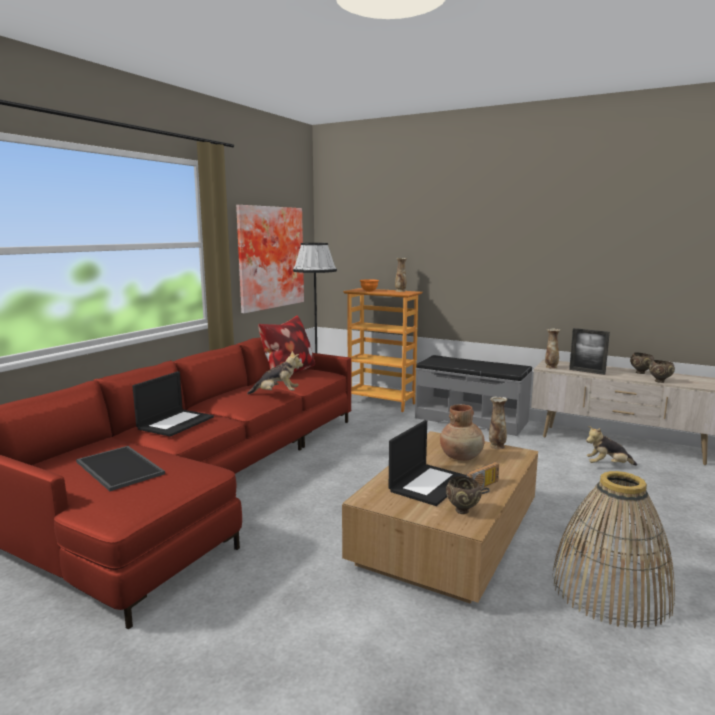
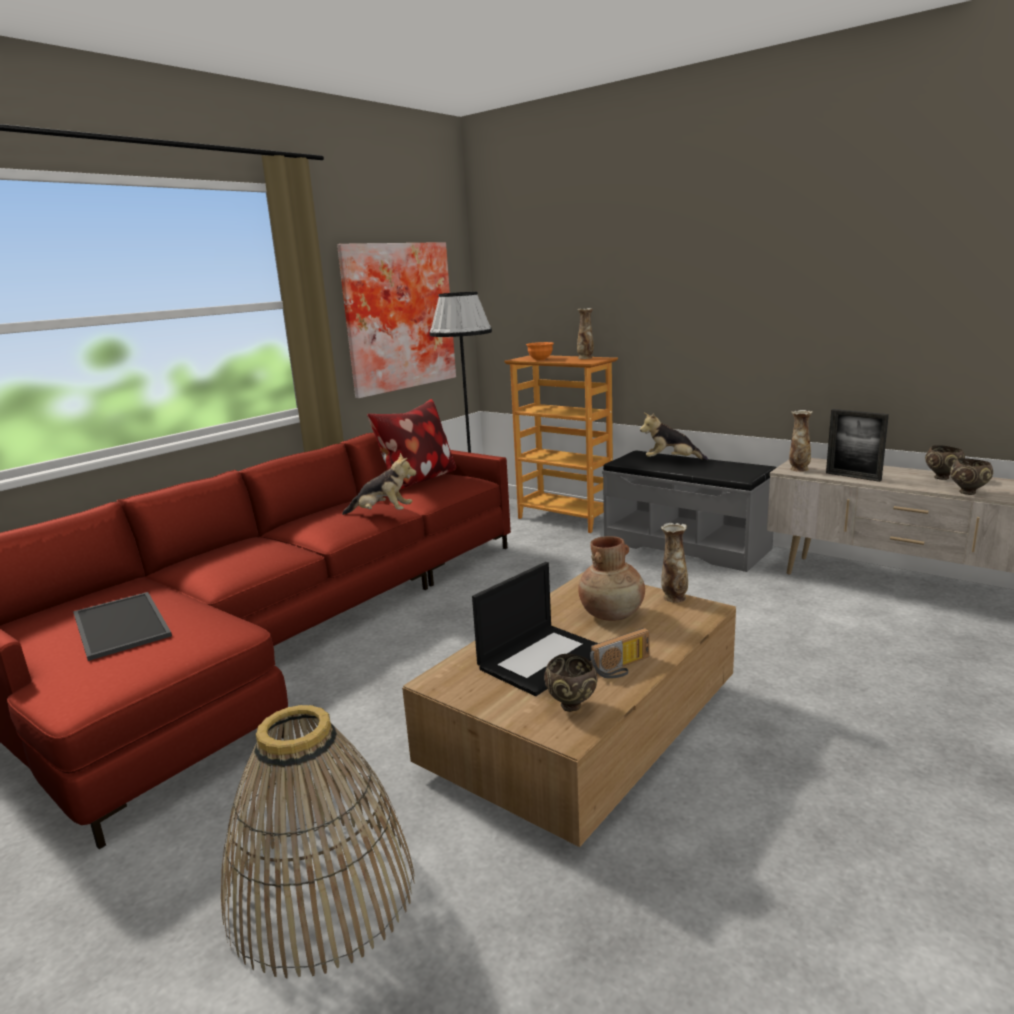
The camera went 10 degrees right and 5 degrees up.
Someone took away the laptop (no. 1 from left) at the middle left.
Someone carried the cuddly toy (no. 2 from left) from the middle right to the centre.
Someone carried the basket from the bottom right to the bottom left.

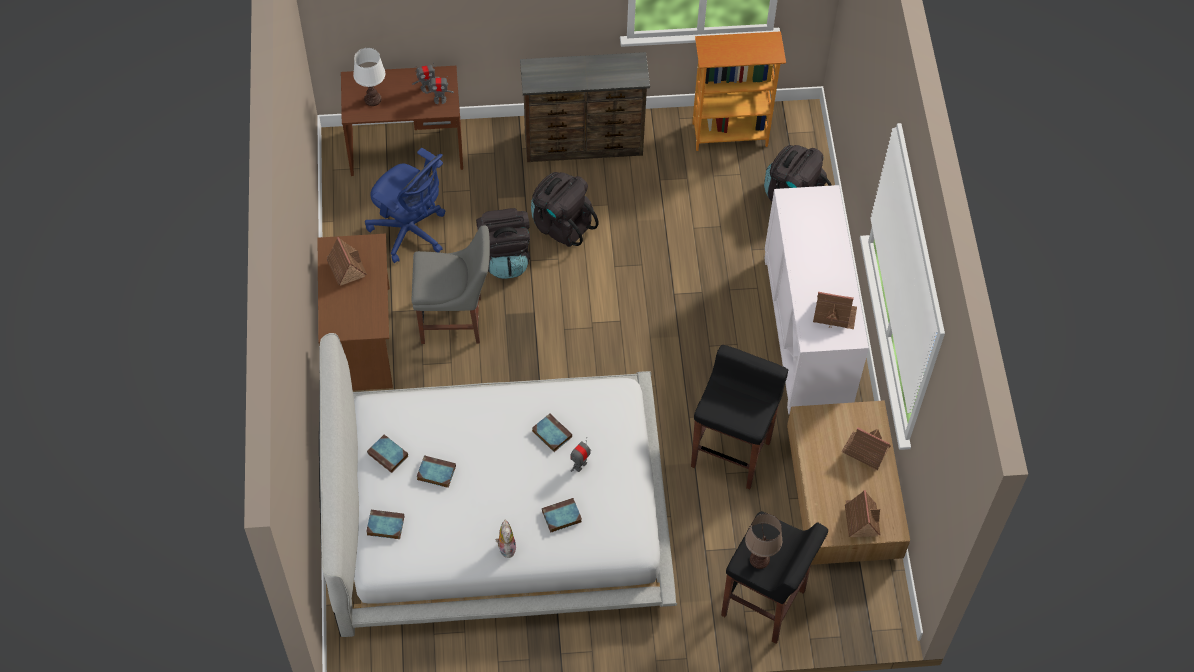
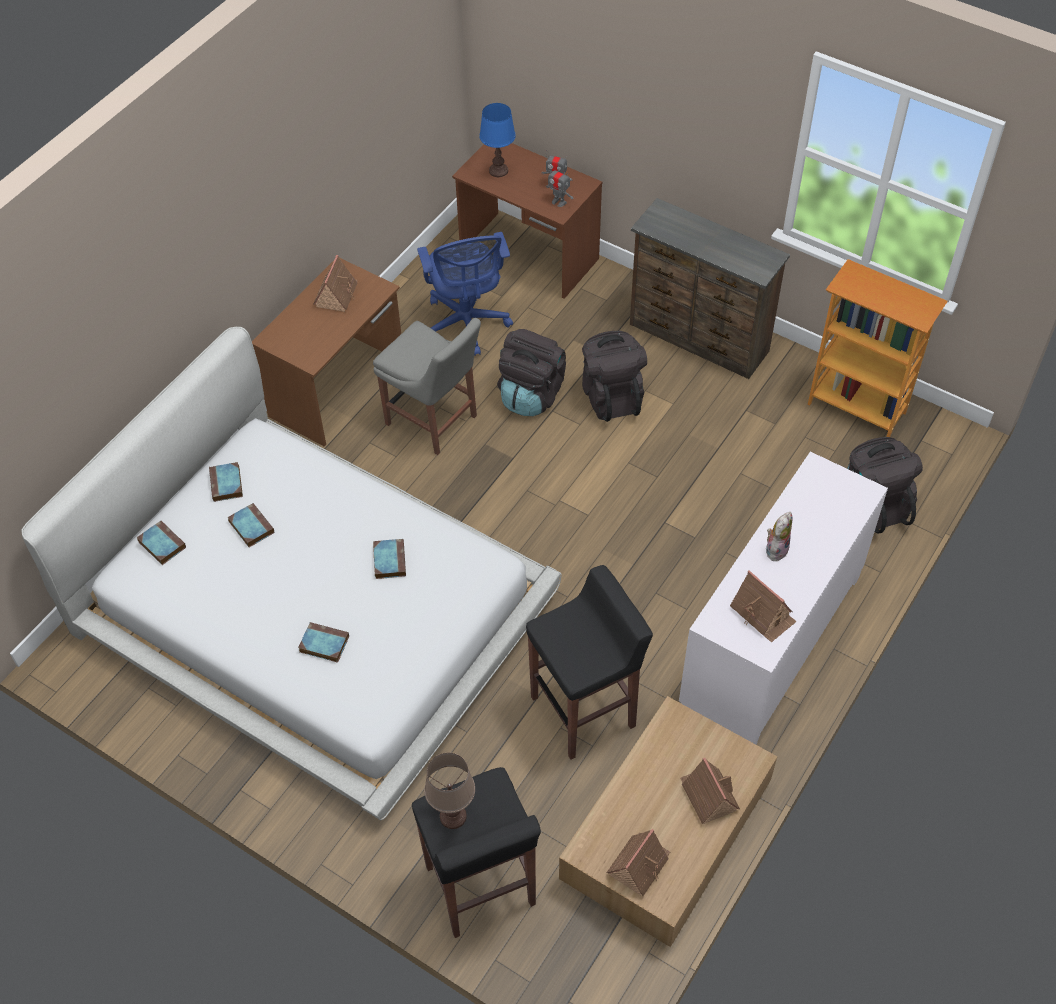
The camera went 40 degrees right and 5 degrees down.
Someone repainted the whitish table lamp at the top left, which became the blue-coloured table lamp at the top centre.
Someone took away the model robot (no. 3 from left) at the bottom centre.
Someone carried the cuddly toy from the bottom centre to the middle right.

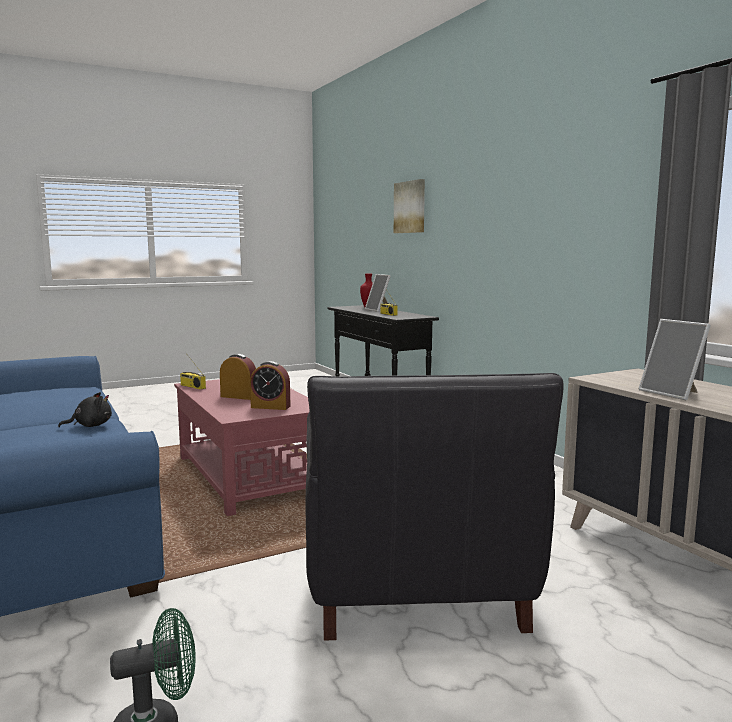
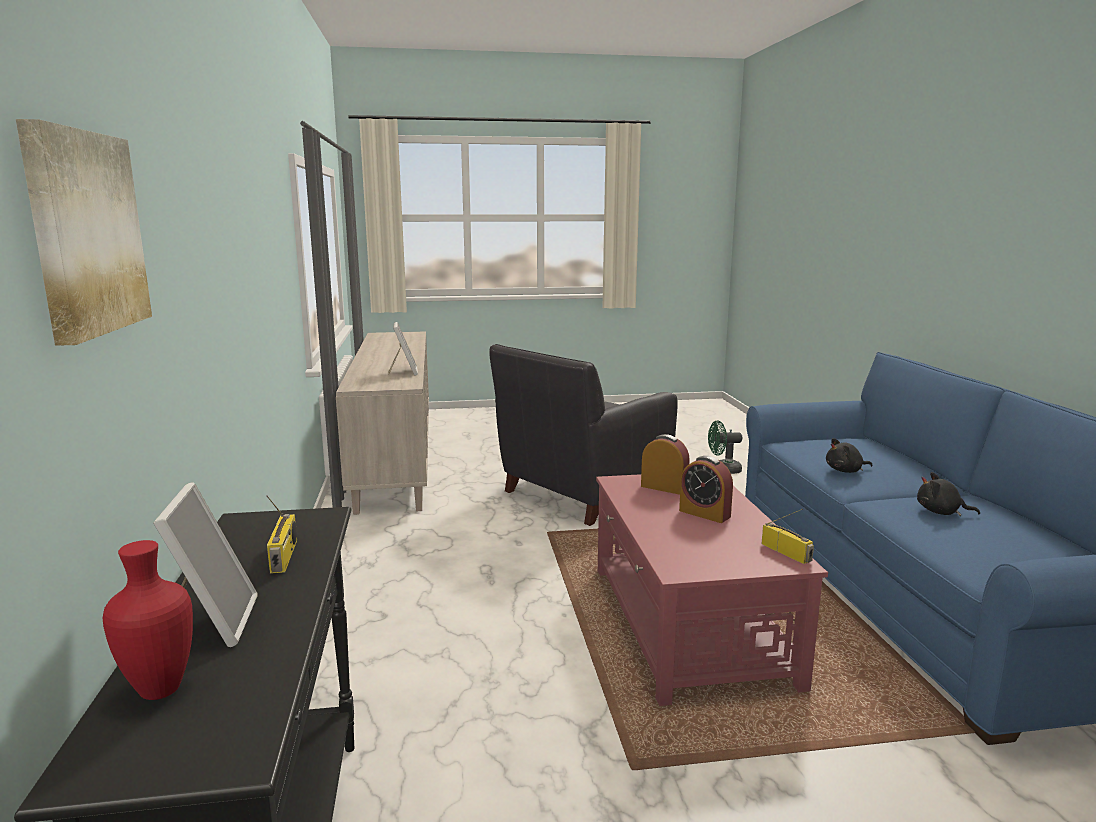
The camera went 160 degrees left and 5 degrees up.
Someone rotated the blackish lounge chair at the bottom centre by 150 degrees counterclockwise.
Someone put down the blackish cuddly toy (no. 2 from left) at the middle right.

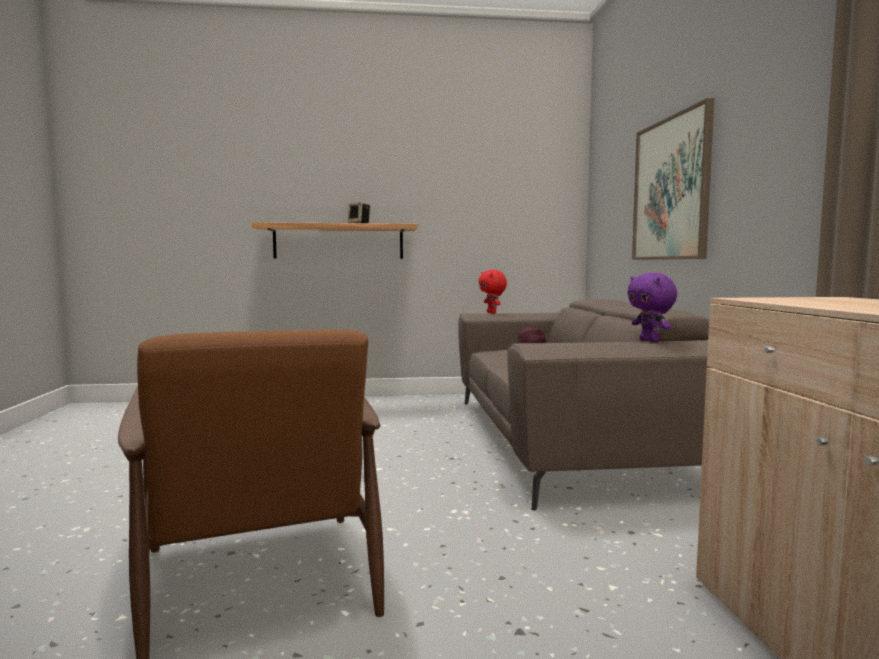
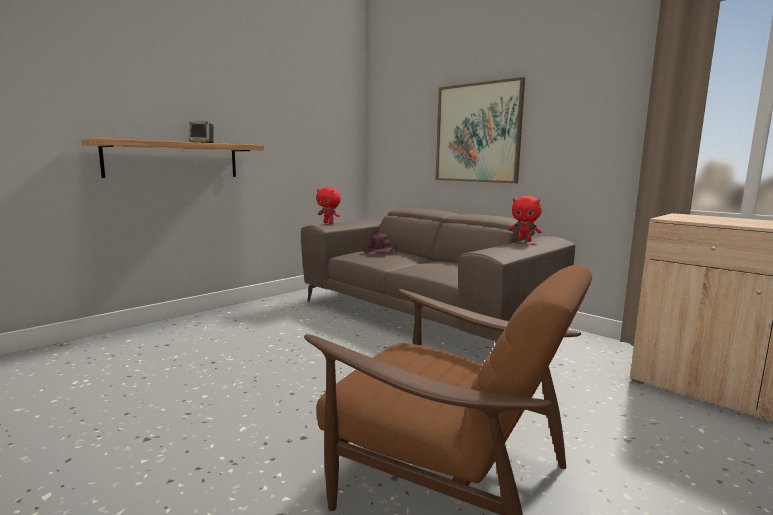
The camera went 40 degrees left and 5 degrees up.
Someone repainted the purple-coloured cuddly toy at the middle right, which became the red cuddly toy (no. 2 from left) at the middle right.

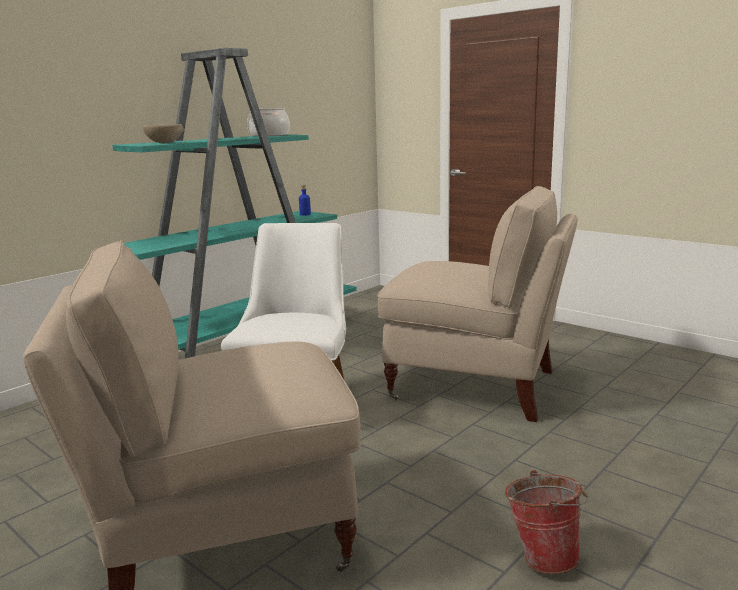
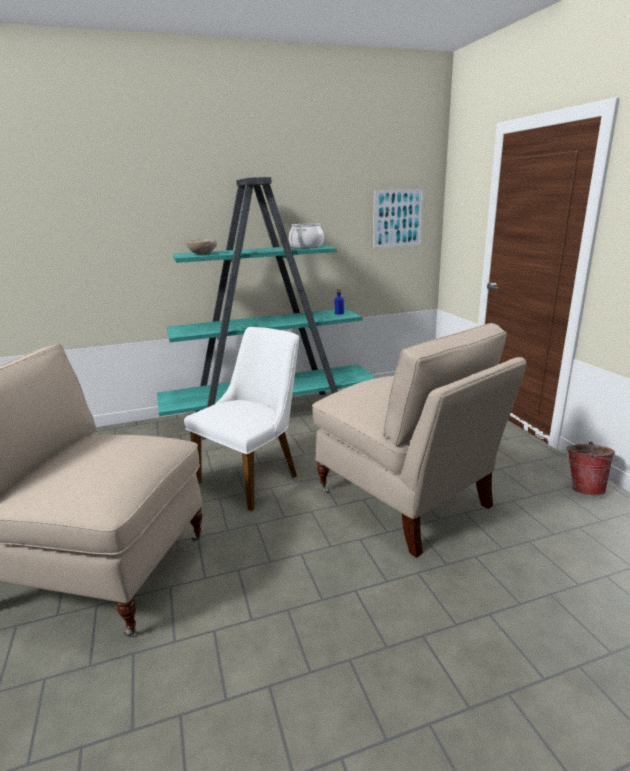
The camera went 30 degrees right and 5 degrees up.
Someone carried the water bucket from the bottom right to the middle right.
Someone put up the wall art at the top centre.

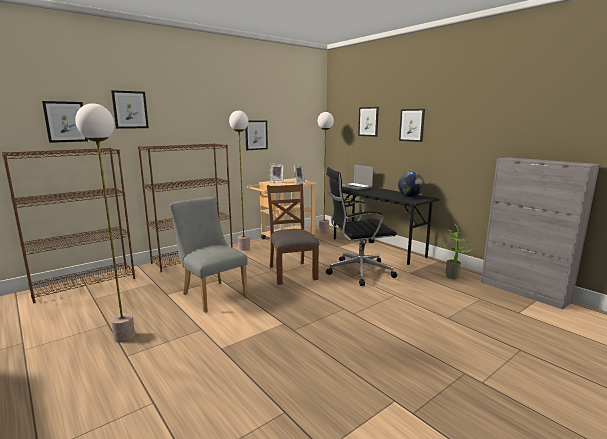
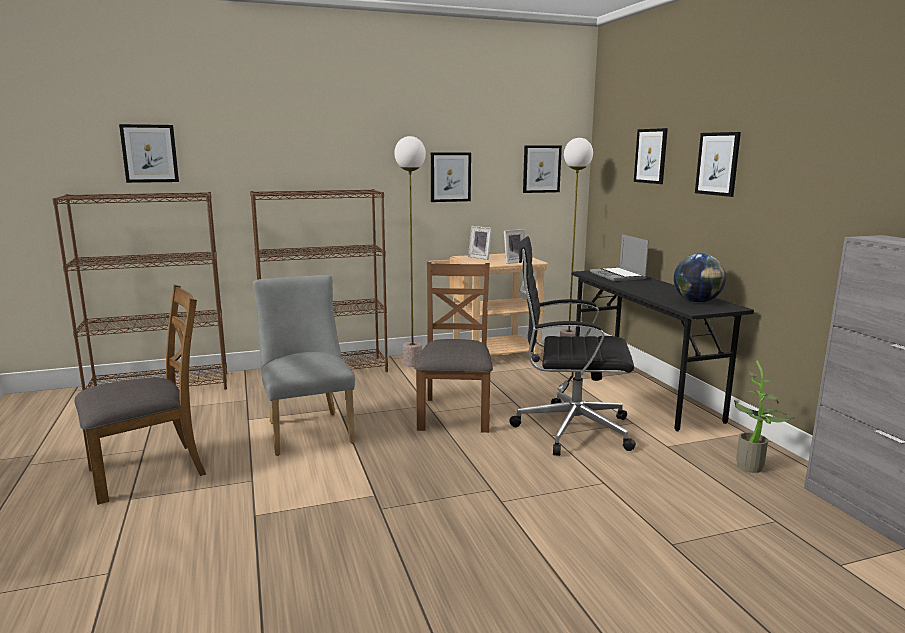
The camera went 20 degrees right and 0 degrees up.
Someone carried the wall art (no. 2 from left in the first image) from the top left to the top centre.
Someone swapped the floor lamp (no. 1 from left) at the middle left for the brownish plain chair (no. 1 from left) at the middle left.

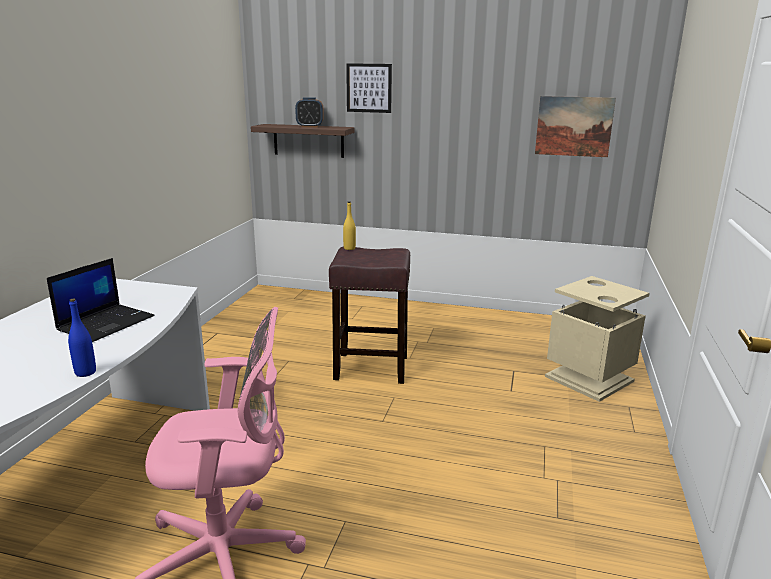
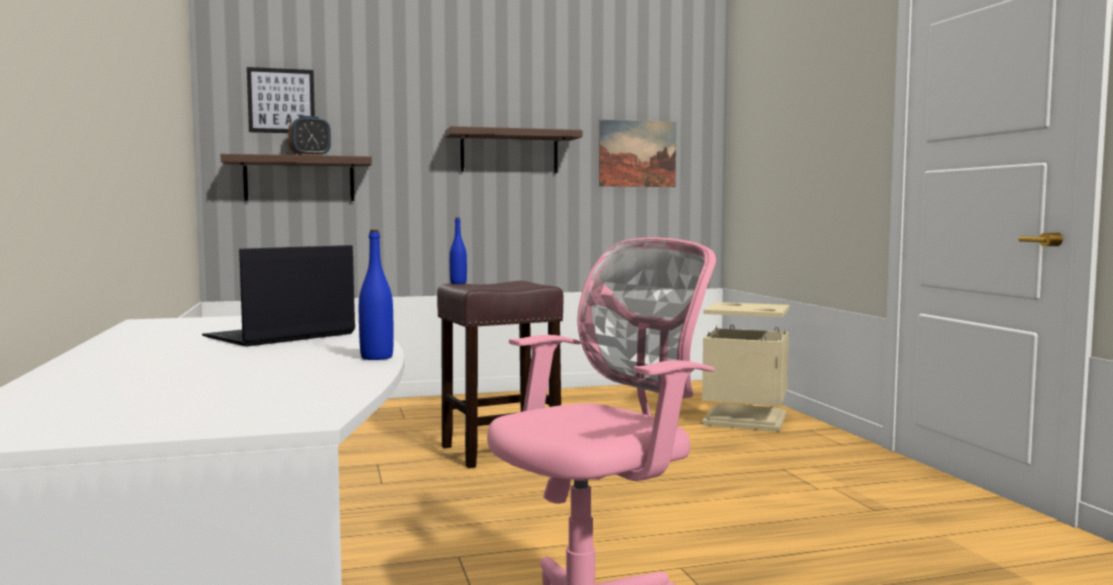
The camera went 30 degrees left and 15 degrees down.
Someone carried the wall art (no. 1 from left) from the top centre to the top left.
Someone repainted the yellow-coloured drink bottle at the centre, which became the blue-coloured drink bottle (no. 2 from left) at the centre.
Someone rotated the laptop at the middle left by 135 degrees counterclockwise.
Someone put up the wall shelf (no. 2 from left) at the top centre.

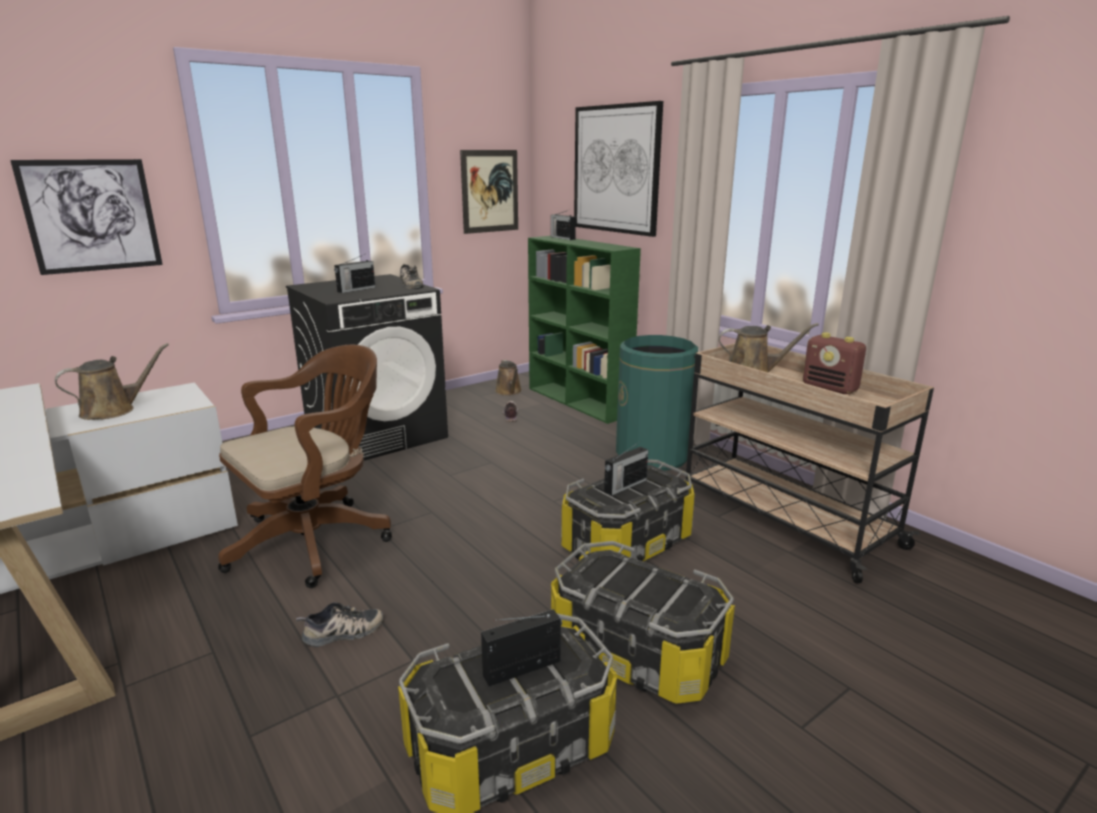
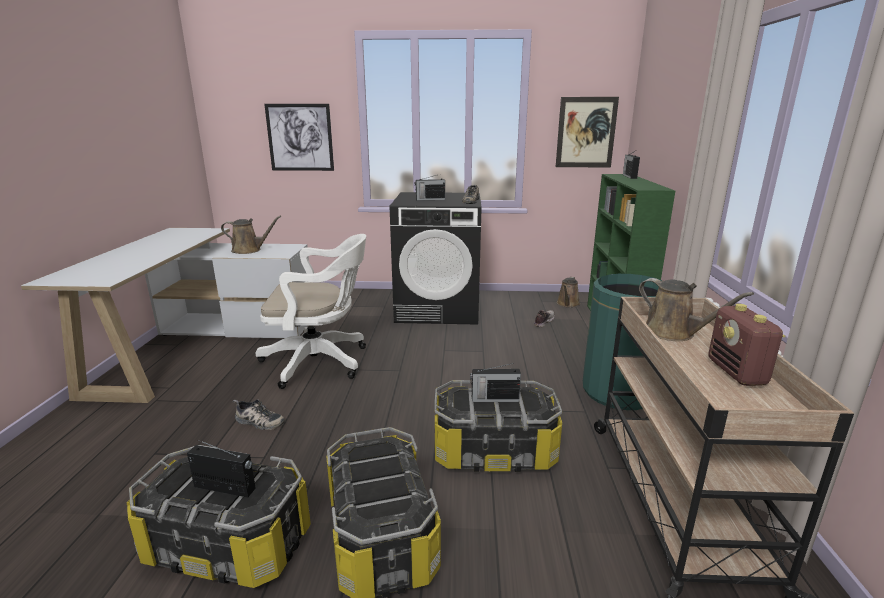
The camera went 40 degrees right and 0 degrees up.
Someone took away the wall art (no. 3 from left) at the top centre.
Someone repainted the brownish office chair at the middle left, which became the whitish office chair at the centre.

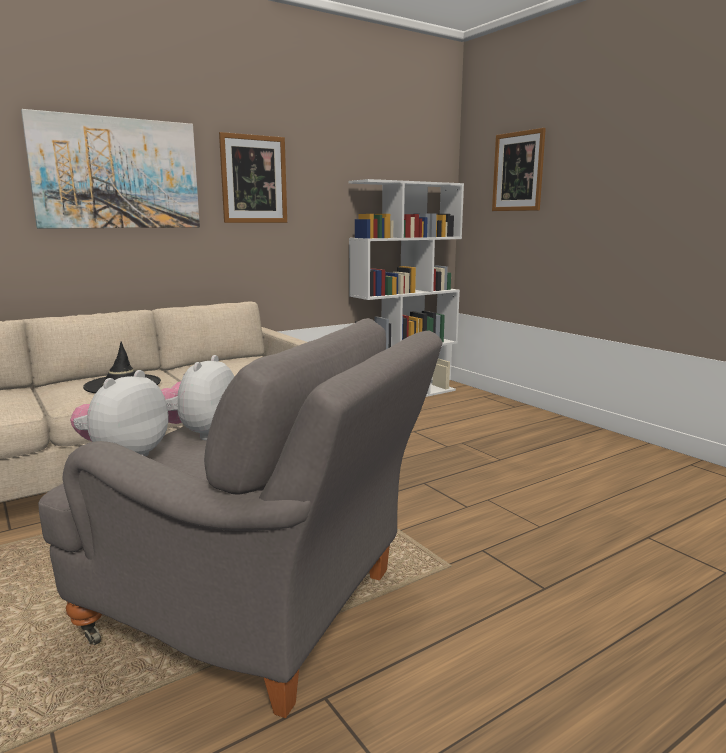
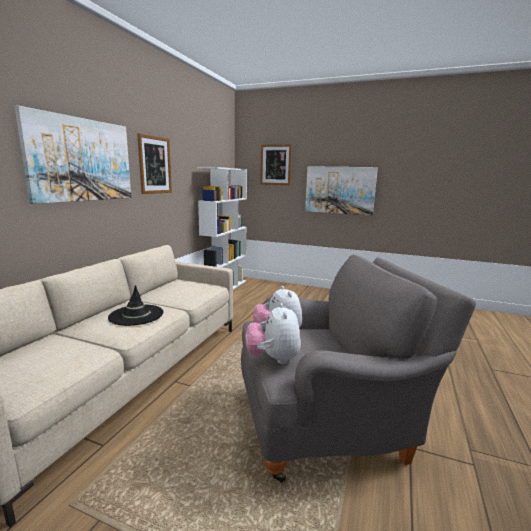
The camera went 35 degrees left and 0 degrees up.
Someone put up the wall art (no. 4 from left) at the centre.

